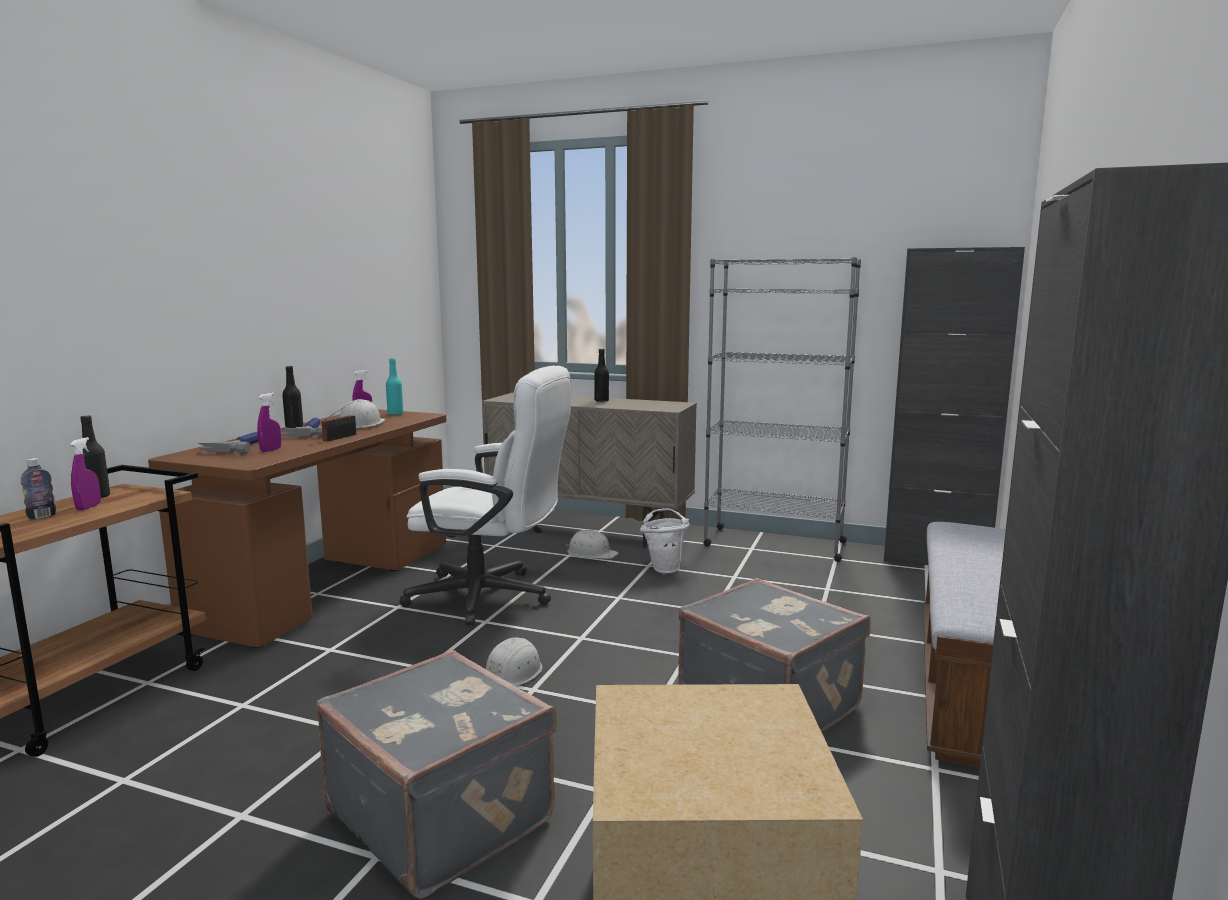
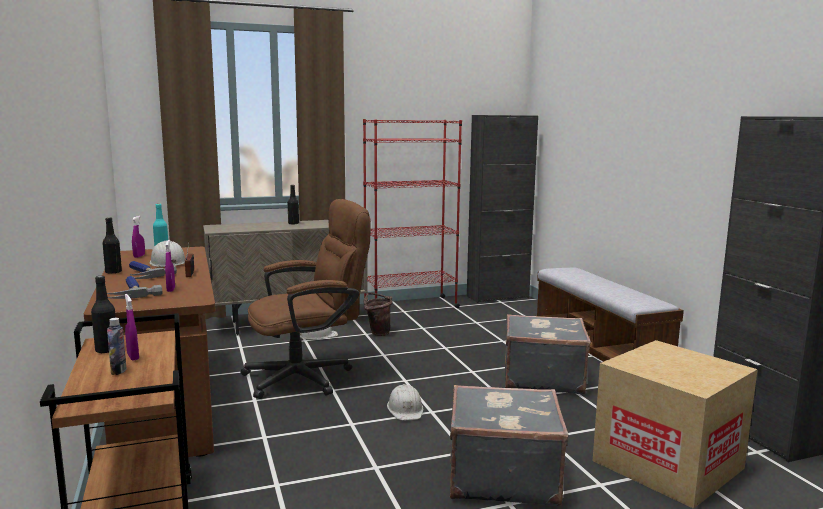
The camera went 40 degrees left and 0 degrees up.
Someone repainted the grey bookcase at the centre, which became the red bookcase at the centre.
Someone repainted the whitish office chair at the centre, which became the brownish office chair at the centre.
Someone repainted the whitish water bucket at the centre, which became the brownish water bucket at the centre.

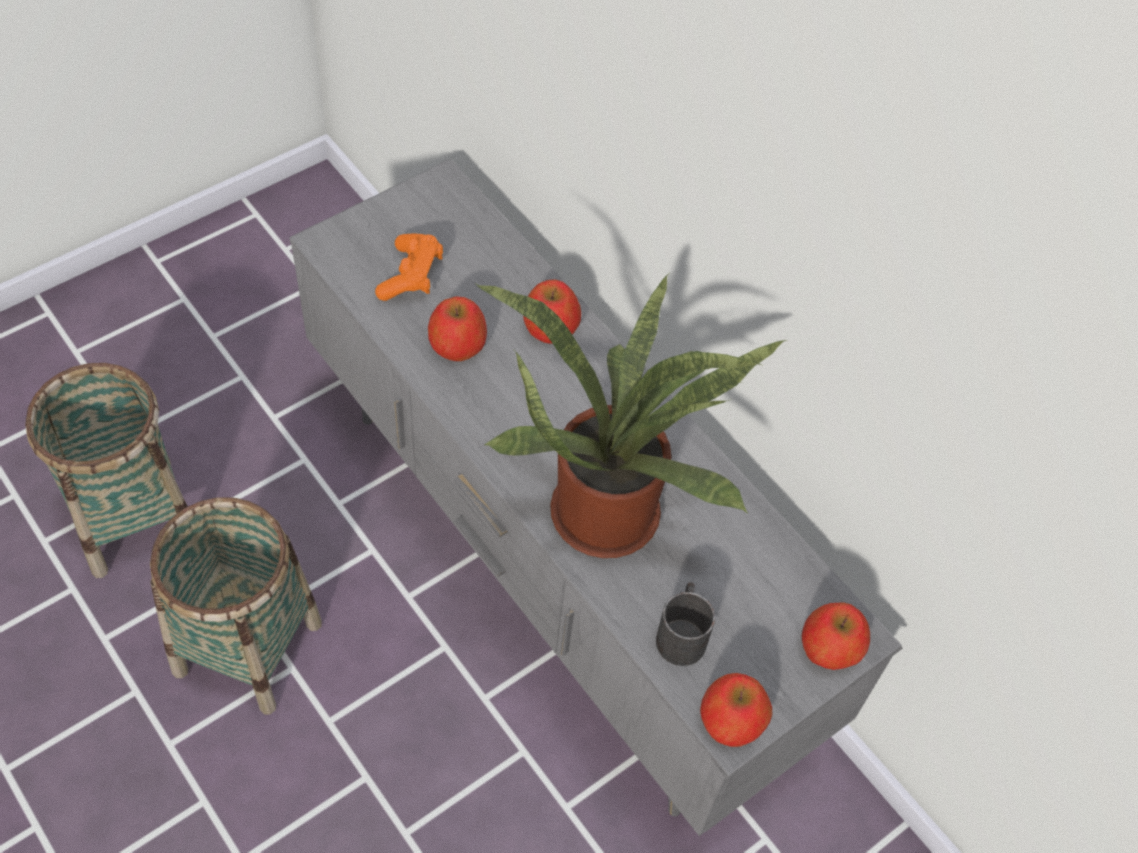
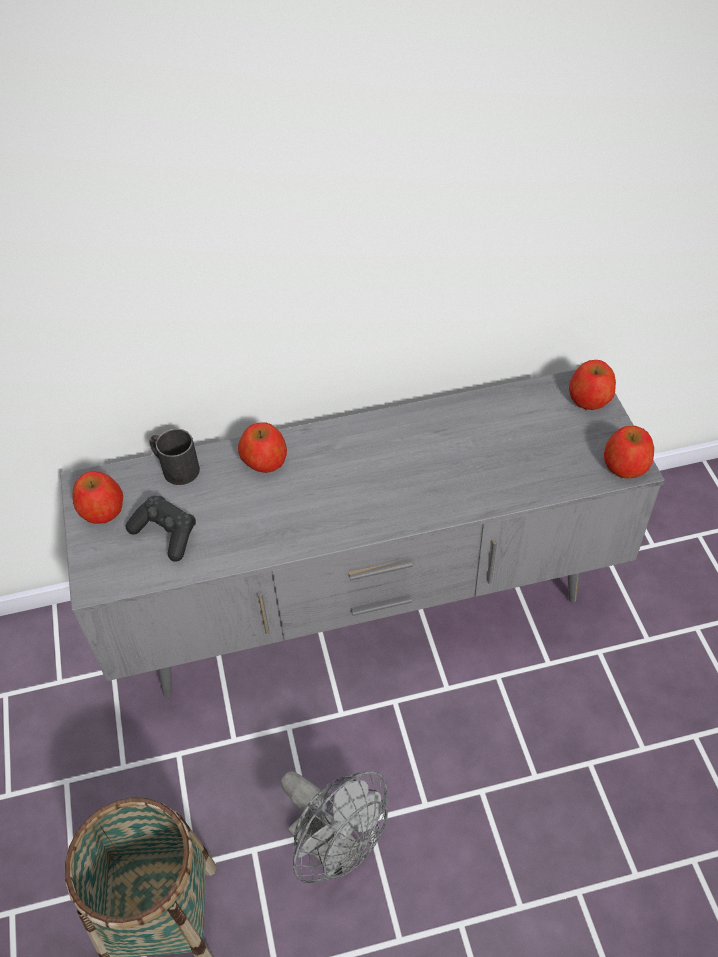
The camera went 60 degrees left and 5 degrees down.
Someone repainted the orangey joypad at the top centre, which became the blackish joypad at the middle left.
Someone took away the potted plant at the centre.
Someone carried the apple (no. 1 from left) from the centre to the middle left.
Someone swapped the basket (no. 2 from left) at the bottom left for the grey fan at the bottom centre.
Someone carried the blackish coffee mug from the bottom centre to the middle left.

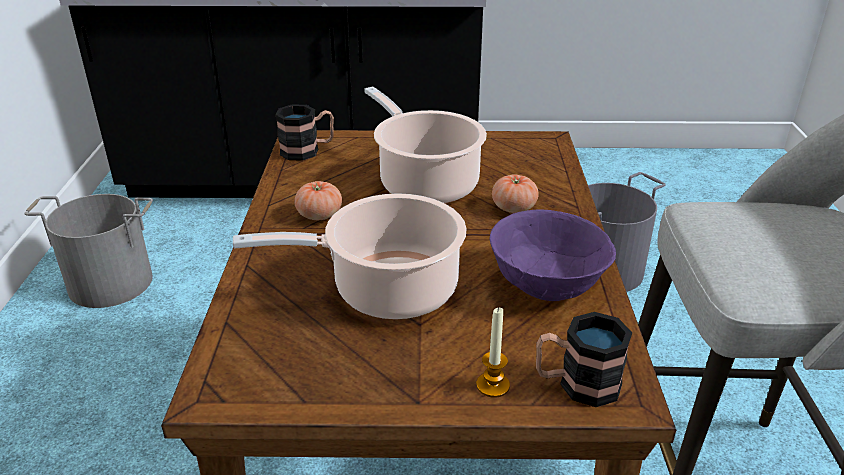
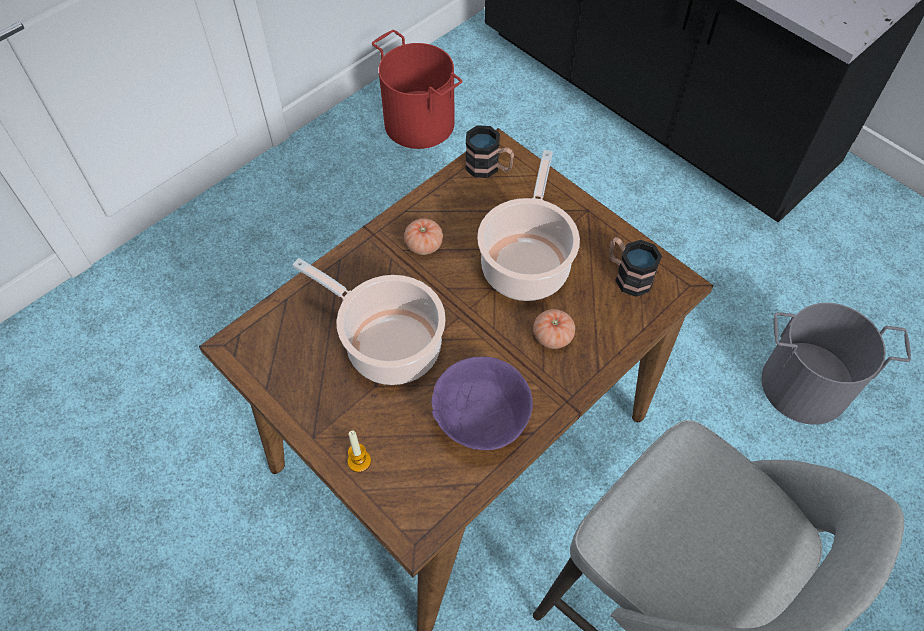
The camera went 45 degrees right and 25 degrees up.
Someone repainted the grey water bucket (no. 1 from left) at the middle left, which became the red water bucket at the top centre.
Someone carried the coffee mug (no. 2 from left) from the bottom right to the middle right.

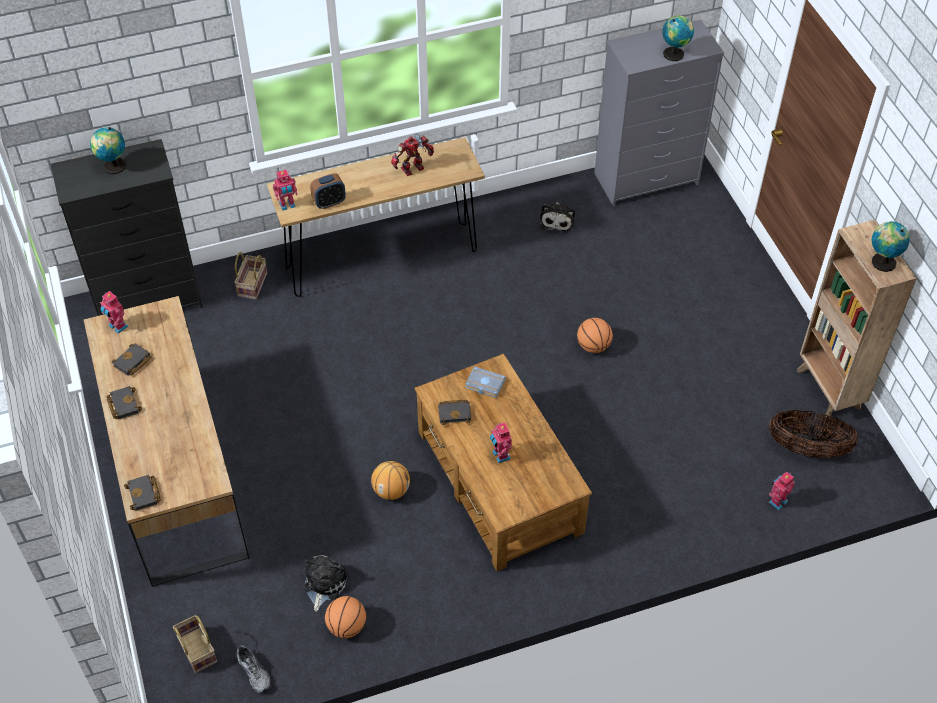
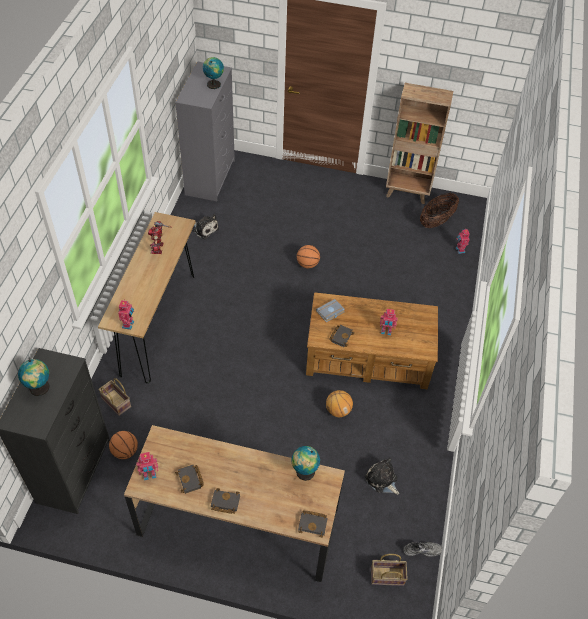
The camera went 60 degrees left and 0 degrees up.
Someone took away the bedside clock at the top centre.
Someone carried the desk globe (no. 3 from left) from the middle right to the bottom centre.
Someone carried the basketball (no. 1 from left) from the bottom centre to the bottom left.

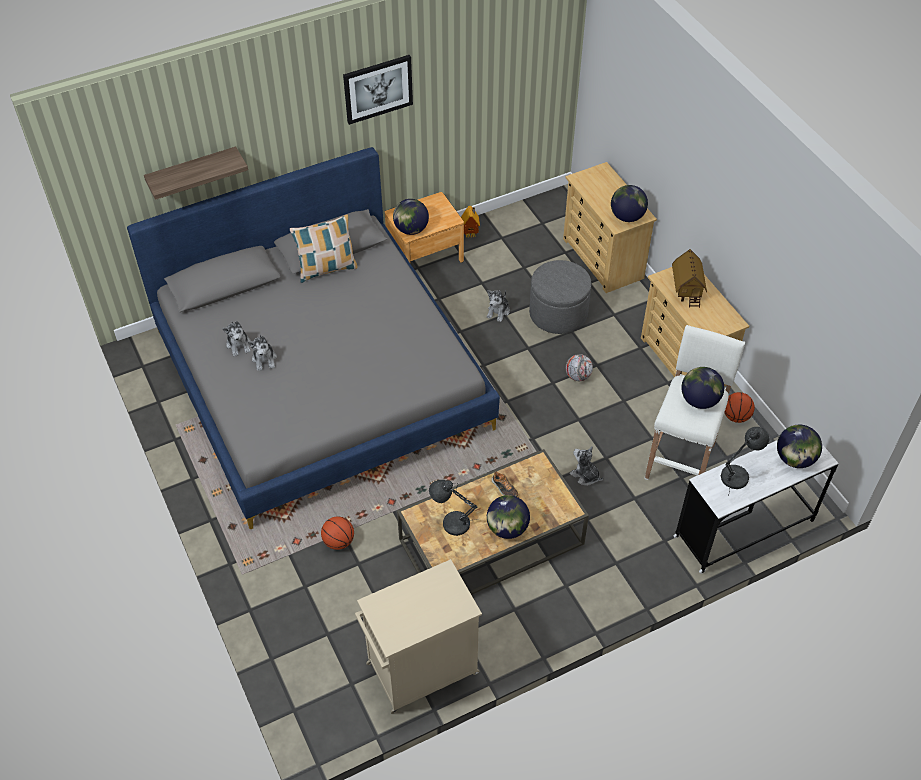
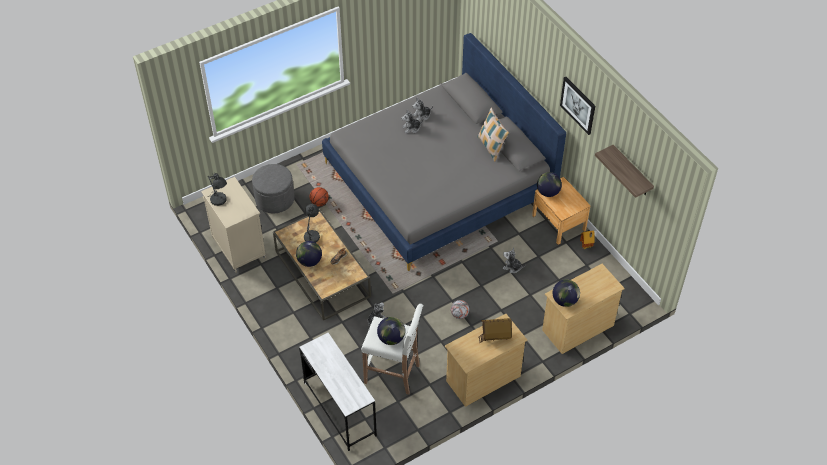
The camera went 85 degrees right and 0 degrees up.
Someone carried the wall shelf from the top left to the middle right.
Someone carried the grey ottoman from the centre to the middle left.
Someone took away the basketball (no. 2 from left) at the middle right.
Someone took away the desk globe (no. 5 from left) at the middle right.
Someone carried the grey table lamp (no. 2 from left in the first image) from the middle right to the middle left.

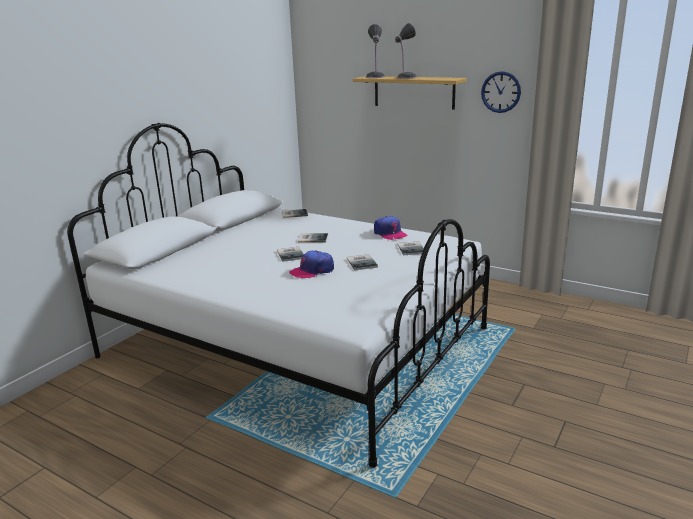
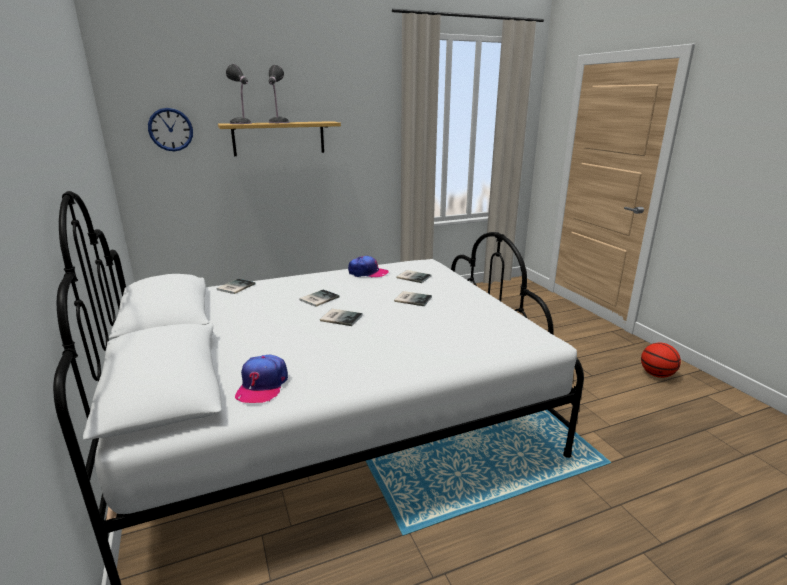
The camera went 55 degrees left and 0 degrees up.
Someone carried the hanging clock from the top right to the top left.
Someone carried the peaked cap (no. 1 from left) from the centre to the middle left.
Someone put down the basketball at the middle right.

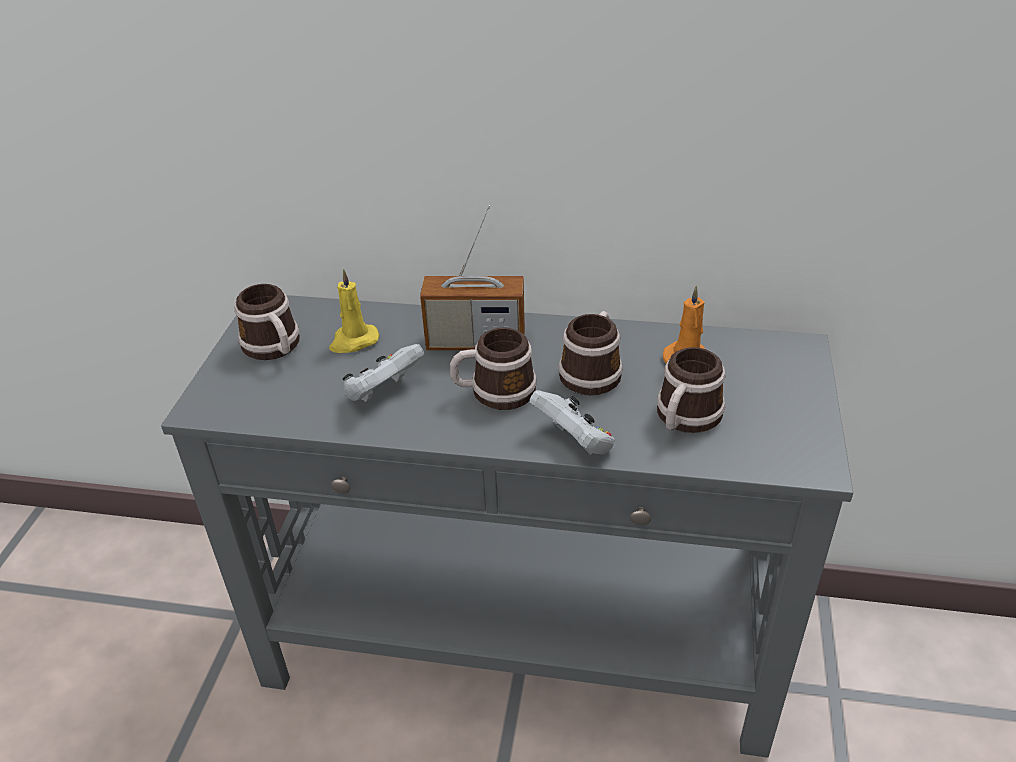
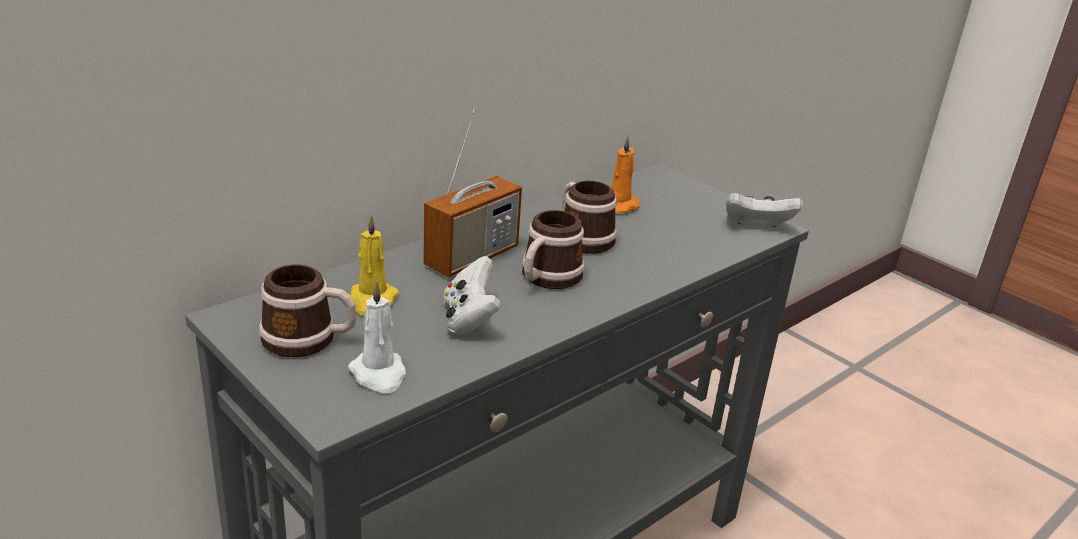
The camera went 55 degrees left and 10 degrees down.
Someone took away the coffee mug (no. 4 from left) at the middle right.
Someone carried the whitish joypad (no. 2 from left) from the centre to the middle right.
Someone put down the whitish wax light at the centre.

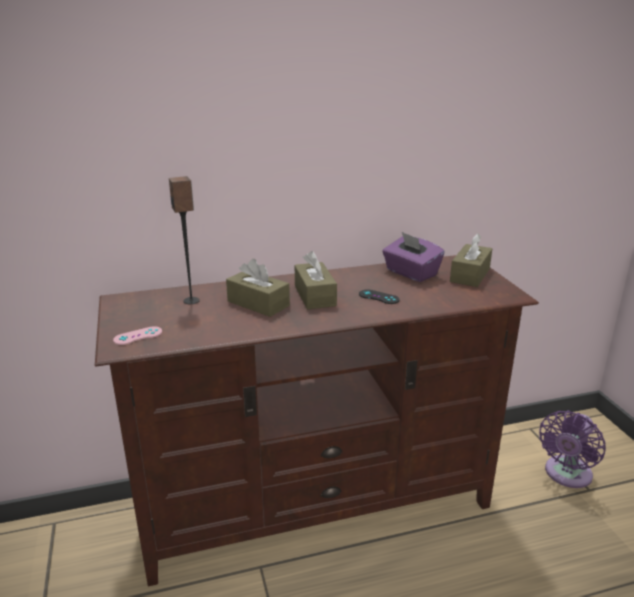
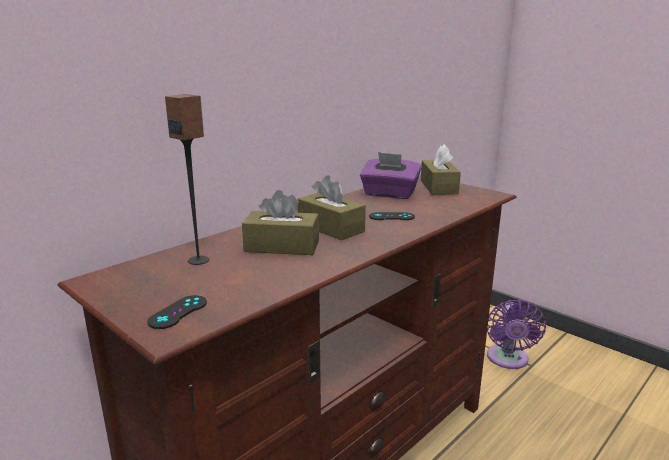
The camera went 30 degrees left and 5 degrees down.
Someone repainted the pinkish joypad at the middle left, which became the blackish joypad (no. 1 from left) at the bottom left.

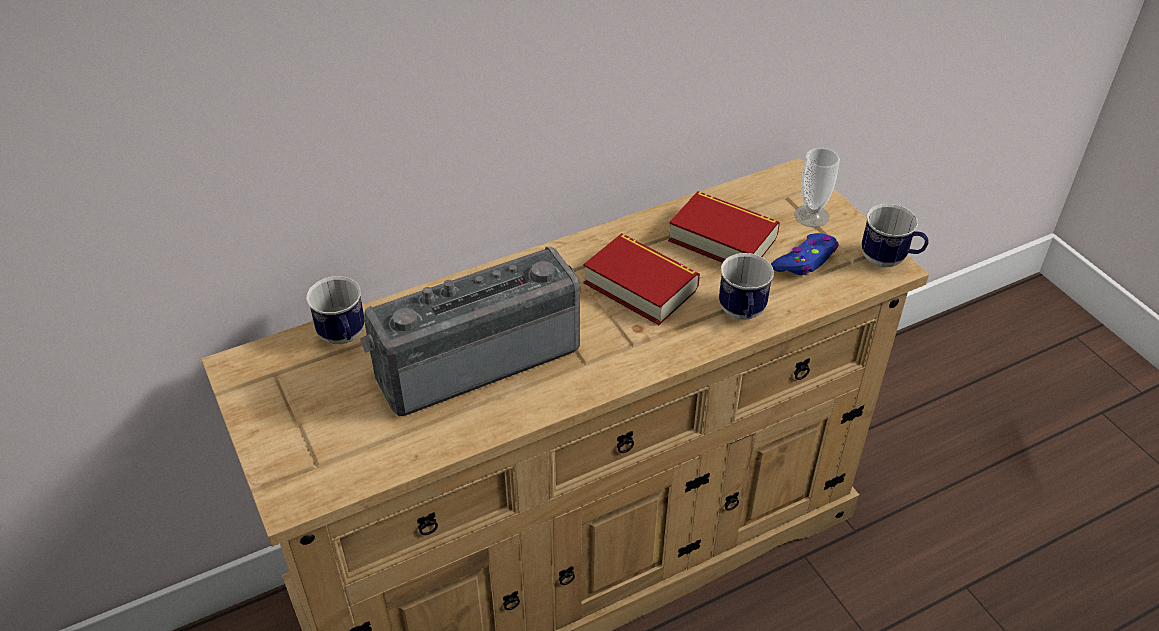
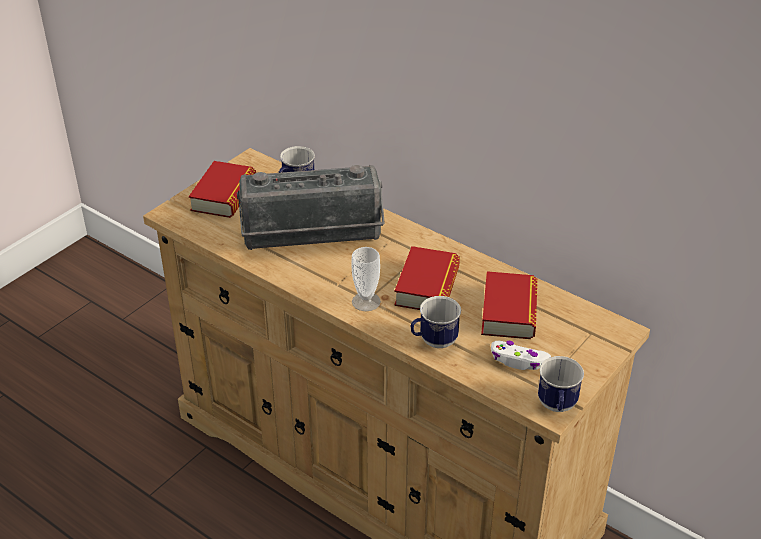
The camera went 65 degrees right and 5 degrees down.
Someone carried the small cup from the top right to the centre.
Someone repainted the blue-coloured joypad at the middle right, which became the whitish joypad at the middle right.
Someone rotated the radio receiver at the centre by 135 degrees clockwise.
Someone put down the volume (no. 1 from left) at the middle left.

